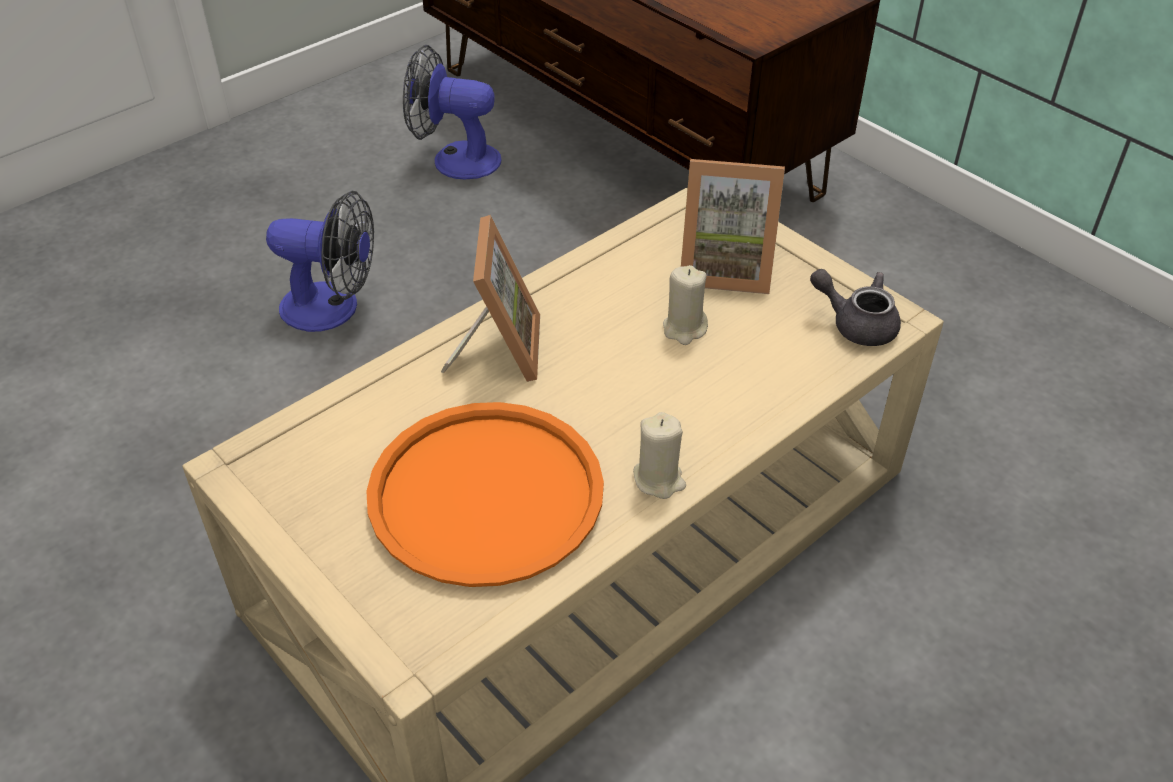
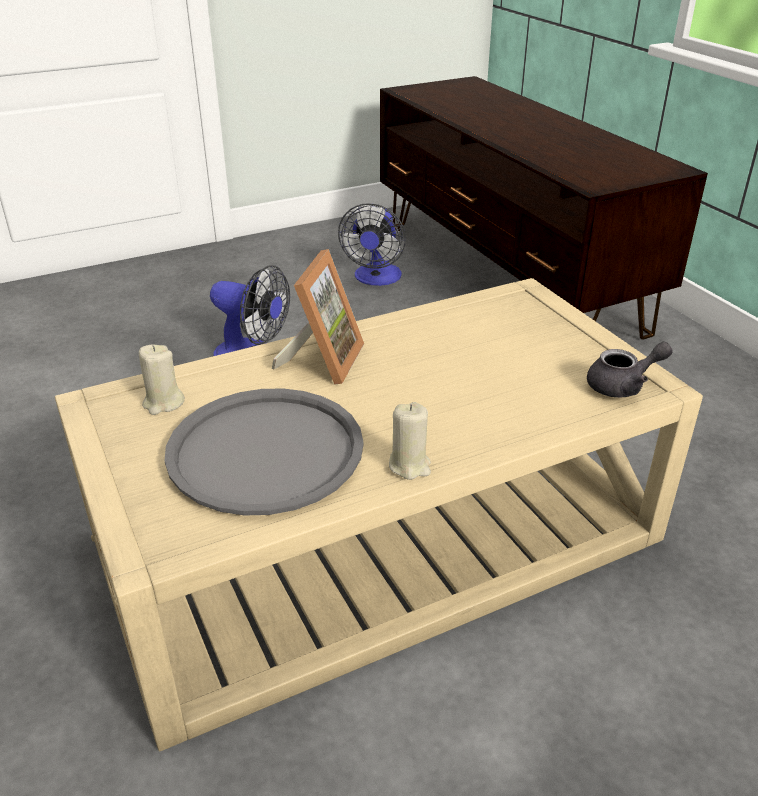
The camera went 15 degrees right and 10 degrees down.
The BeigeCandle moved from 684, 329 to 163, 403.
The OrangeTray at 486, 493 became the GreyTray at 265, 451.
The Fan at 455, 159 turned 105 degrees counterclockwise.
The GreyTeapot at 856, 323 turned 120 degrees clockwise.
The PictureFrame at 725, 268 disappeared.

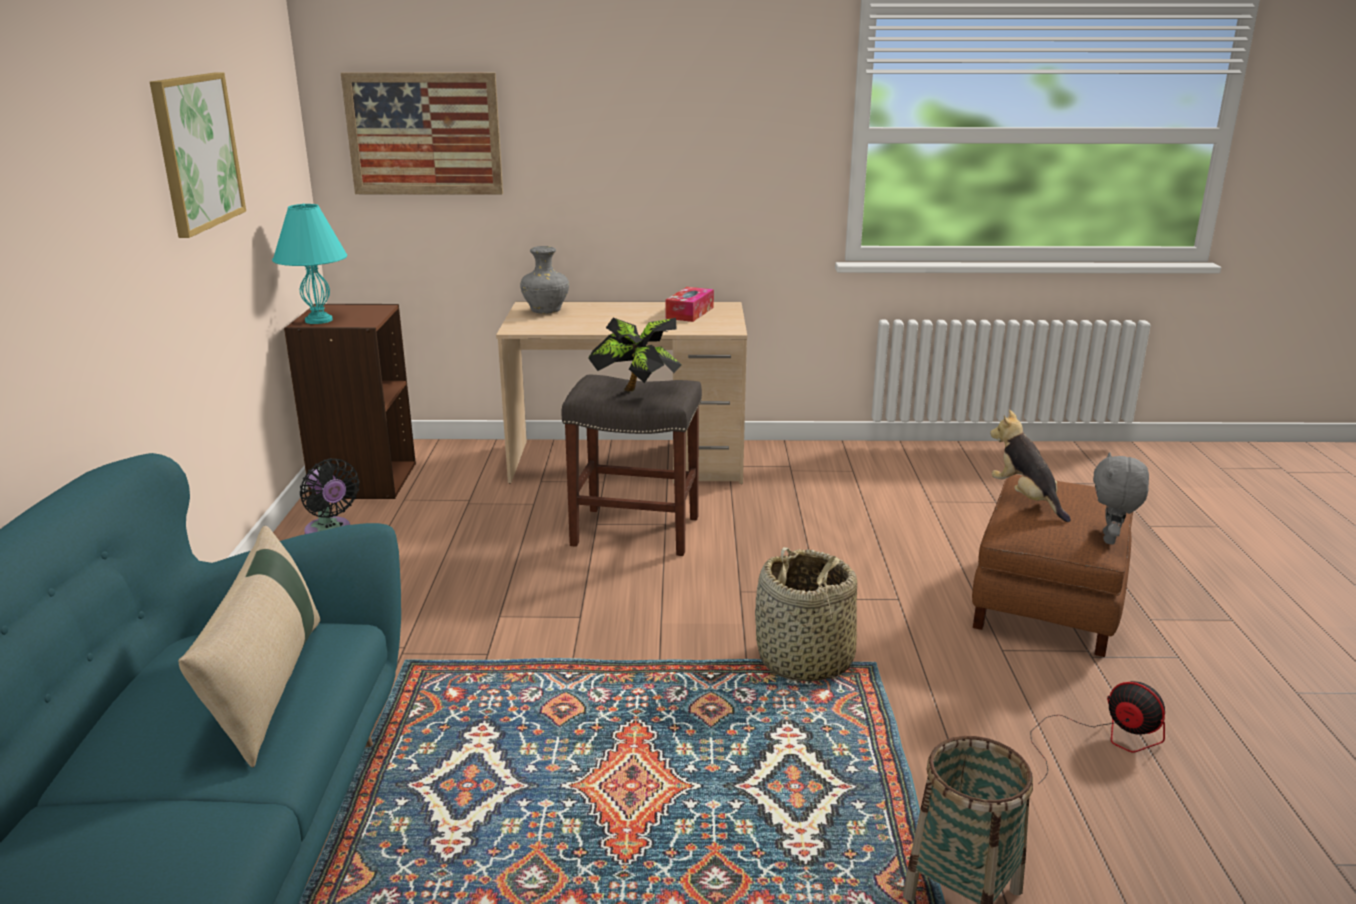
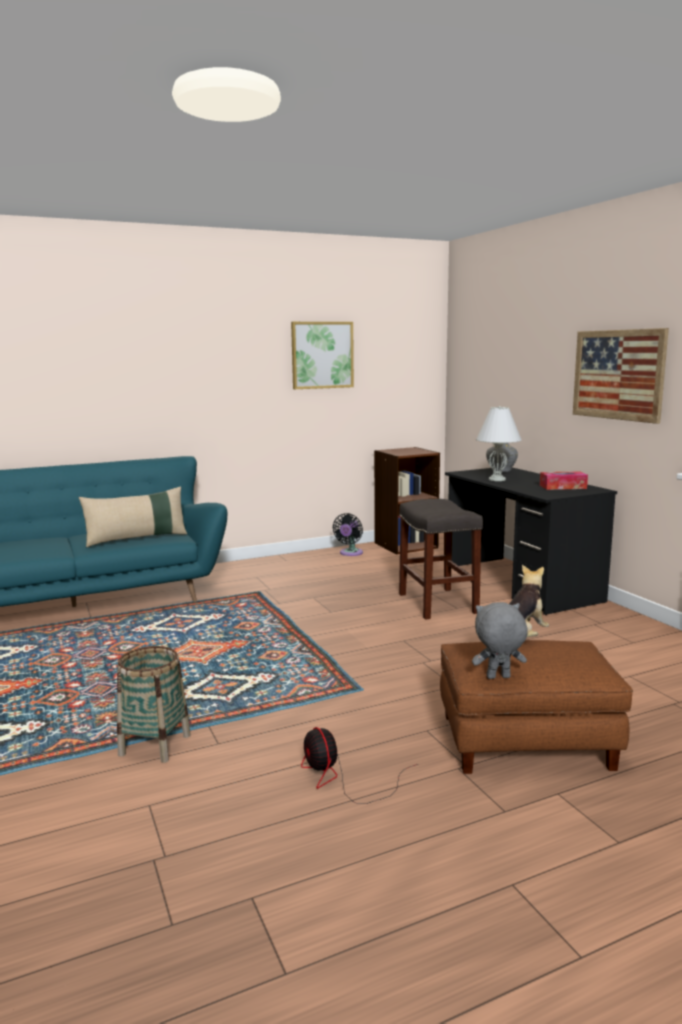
The camera went 65 degrees right and 10 degrees down.
The Fan at 1101, 740 turned 135 degrees clockwise.
The BeigeDesk at 628, 463 became the BlackDesk at 520, 584.
The WhiteTableLamp at 496, 479 appeared.
The Picture moved from 424, 134 to 618, 374.
The TurquoiseTableLamp at 319, 320 disappeared.
The PottedPlant at 637, 392 disappeared.
The Basket at 805, 660 disappeared.

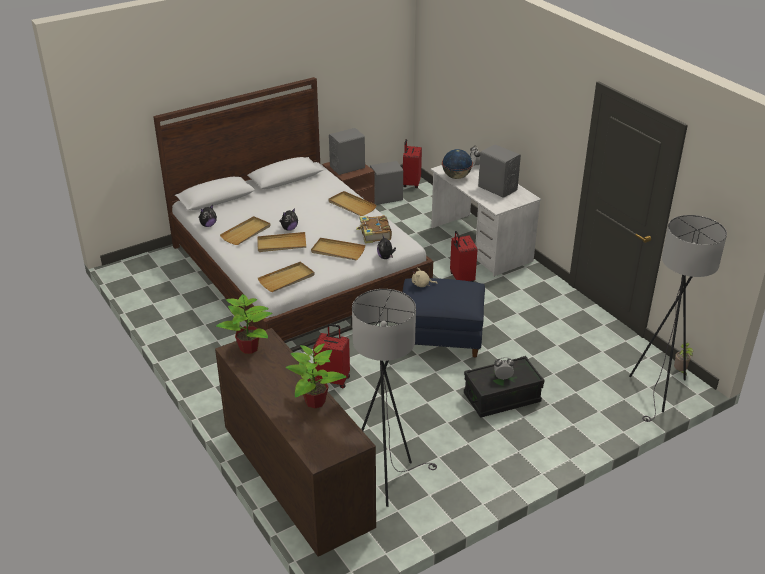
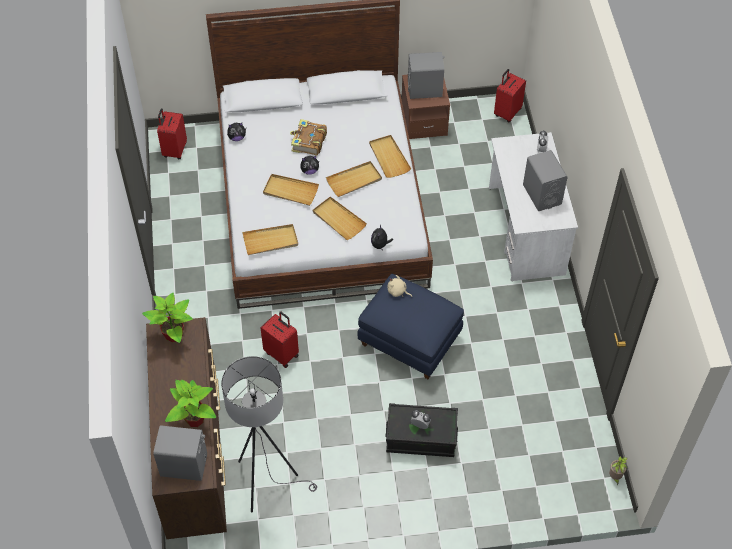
The camera went 25 degrees right and 20 degrees up.
The GreySpeaker moved from 386, 198 to 184, 465.
The RedSuitcase moved from 461, 278 to 174, 150.
The Book moved from 374, 234 to 308, 142.
The BeigeTray moved from 246, 232 to 354, 180.
The Globe at 456, 177 disappeared.
The GreyFloorLamp at 660, 392 disappeared.

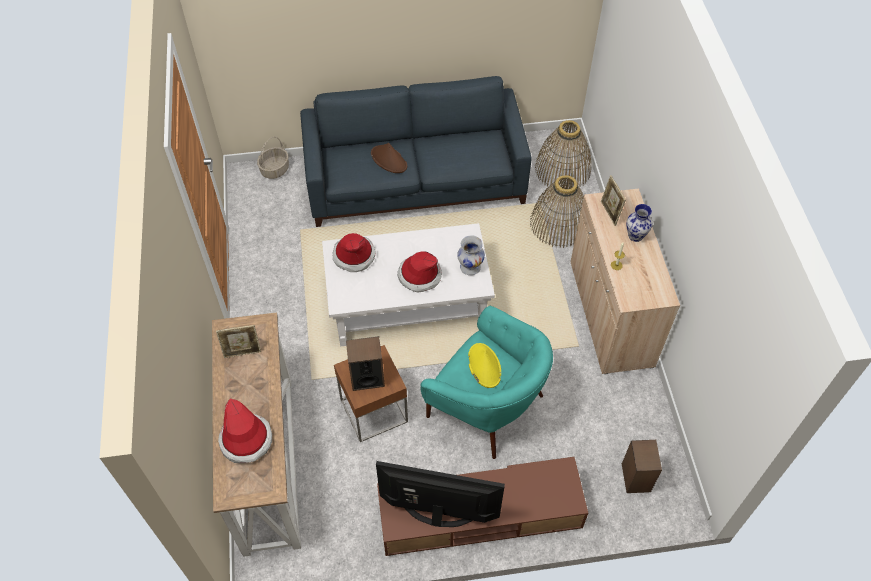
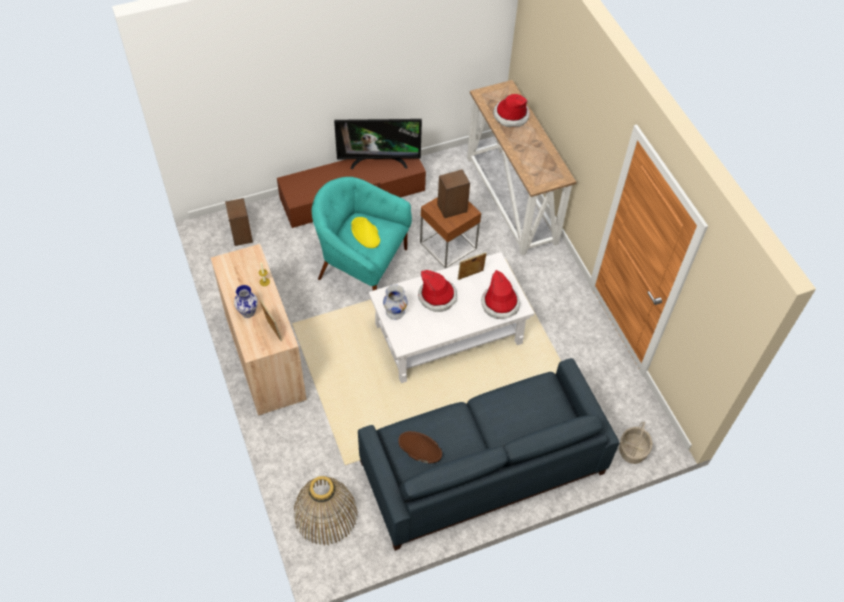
The camera went 165 degrees right and 0 degrees up.
The BrownHat moved from 389, 160 to 419, 447.
The PictureFrame moved from 243, 353 to 470, 276.
The Basket at 559, 224 disappeared.

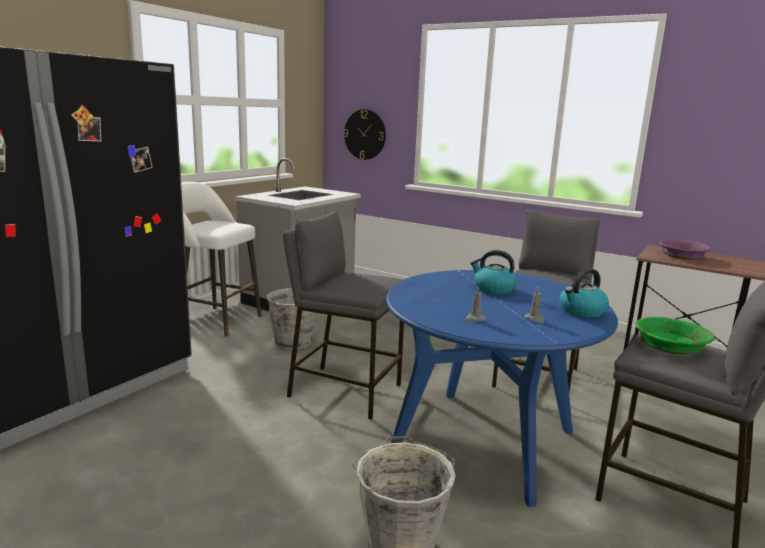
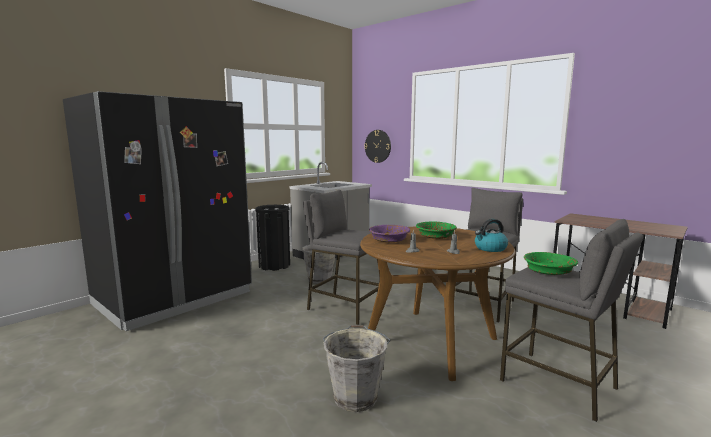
The camera went 10 degrees right and 5 degrees down.
The WhiteStool at 216, 320 was replaced by the BlackTrashCan at 274, 265.
The BlueDiningTable at 484, 441 became the BrownDiningTable at 431, 341.
The PurpleBowl moved from 681, 256 to 389, 240.
The Kettle at 493, 289 was replaced by the GreenBowl at 435, 236.

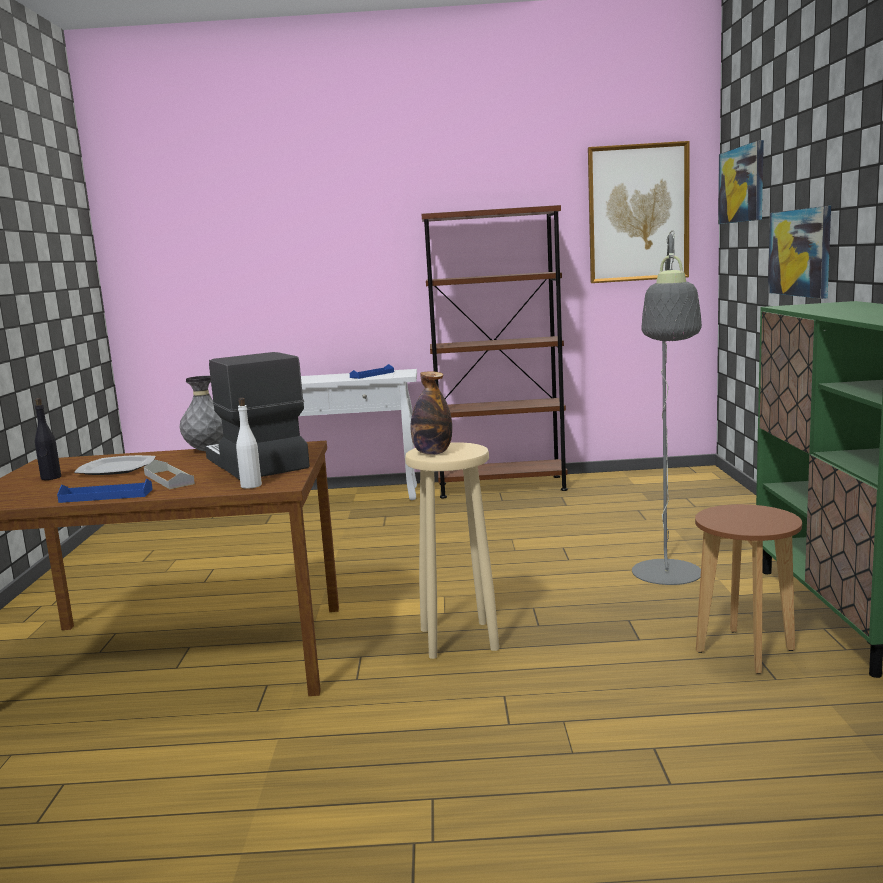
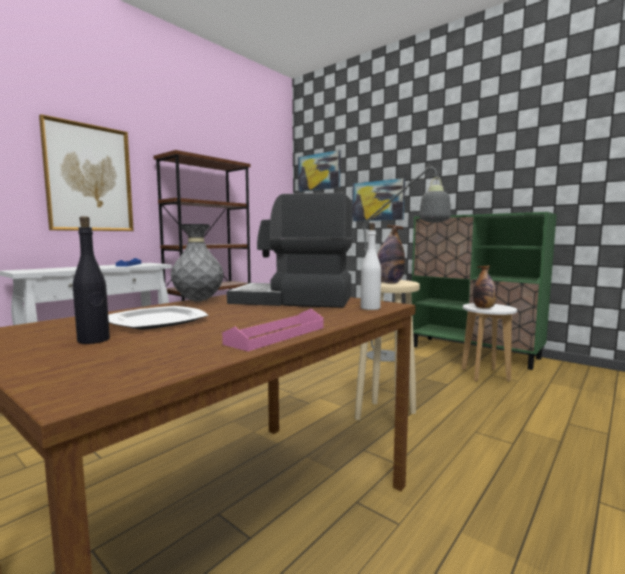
The camera went 50 degrees left and 5 degrees down.
The Picture moved from 638, 213 to 89, 178.
The BlueTray at 106, 496 became the PinkTray at 277, 335.
The BrownStool at 745, 650 became the WhiteStool at 484, 375.
The Bottle at 484, 308 appeared.
The GreyTray at 169, 479 disappeared.

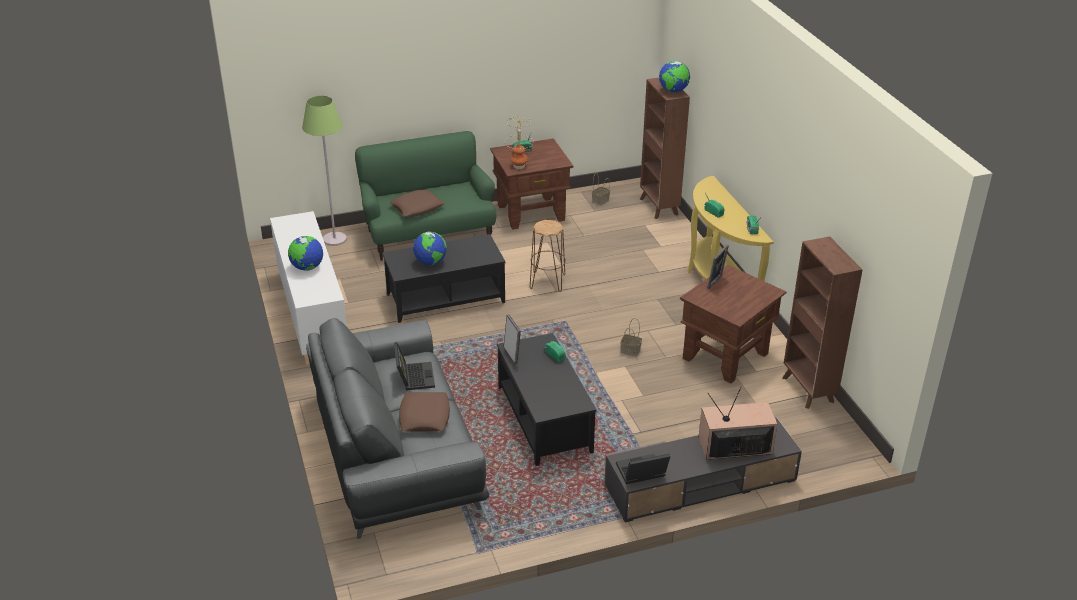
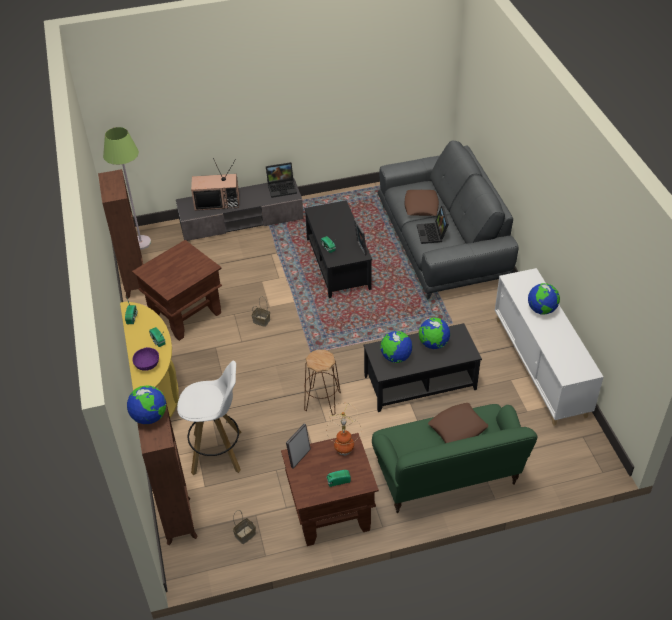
The camera went 175 degrees left and 10 degrees up.
The GreenFloorLamp moved from 335, 239 to 141, 243.
The PurpleBowl at 147, 364 appeared.
The WhiteStool at 218, 452 appeared.
The PictureFrame moved from 716, 282 to 299, 457.
The Globe at 395, 357 appeared.

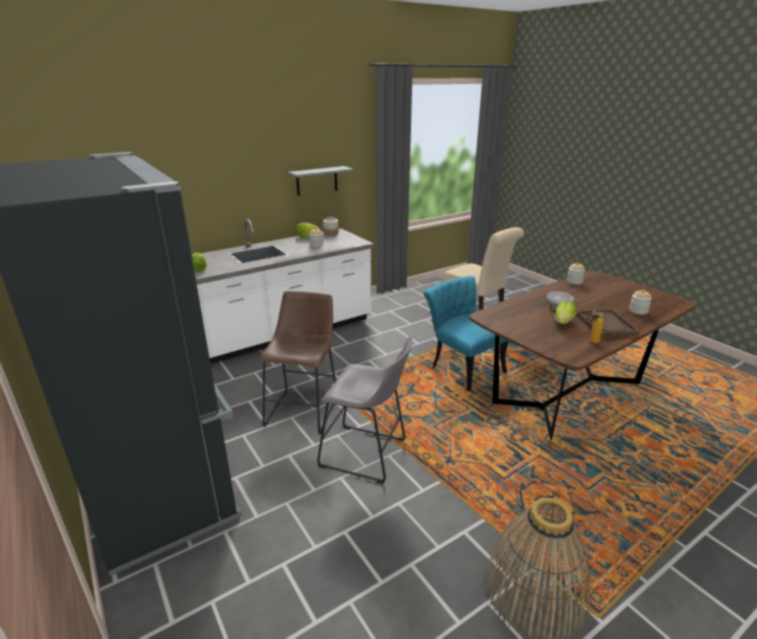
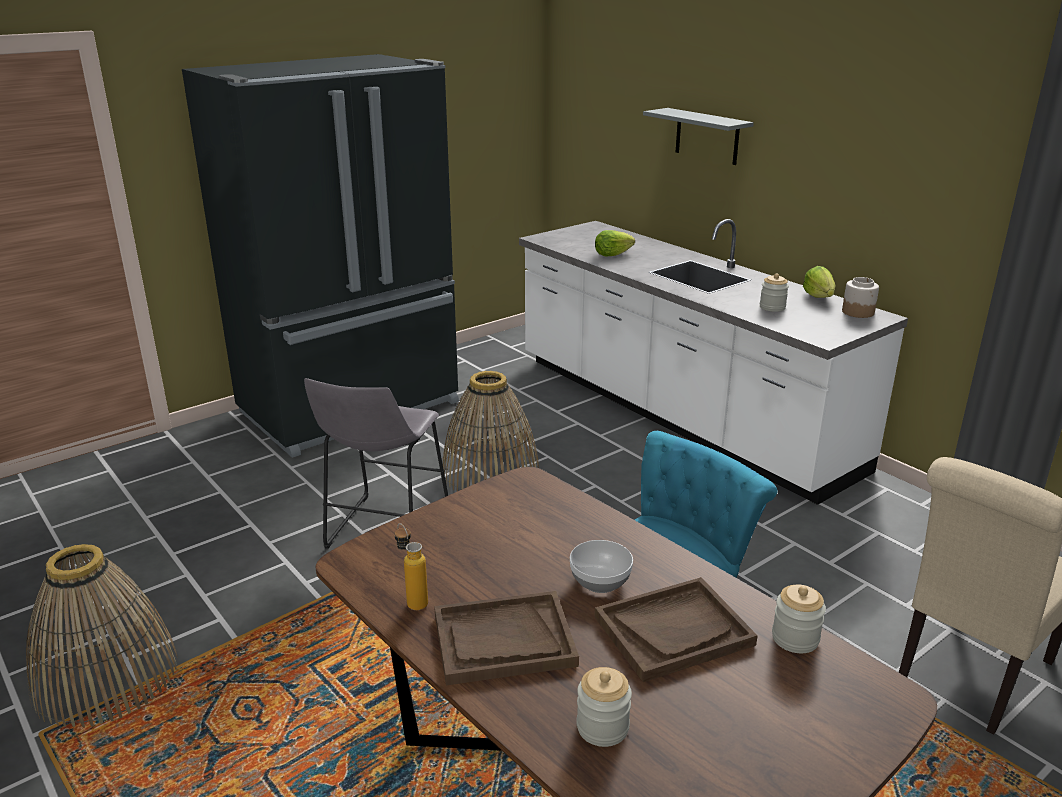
The camera went 85 degrees right and 0 degrees up.
The BrownStool at 304, 409 was replaced by the Basket at 490, 472.
The BrownTray at 673, 631 appeared.
The GreyShelf moved from 317, 181 to 707, 136.
The Lettuce at 563, 322 disappeared.

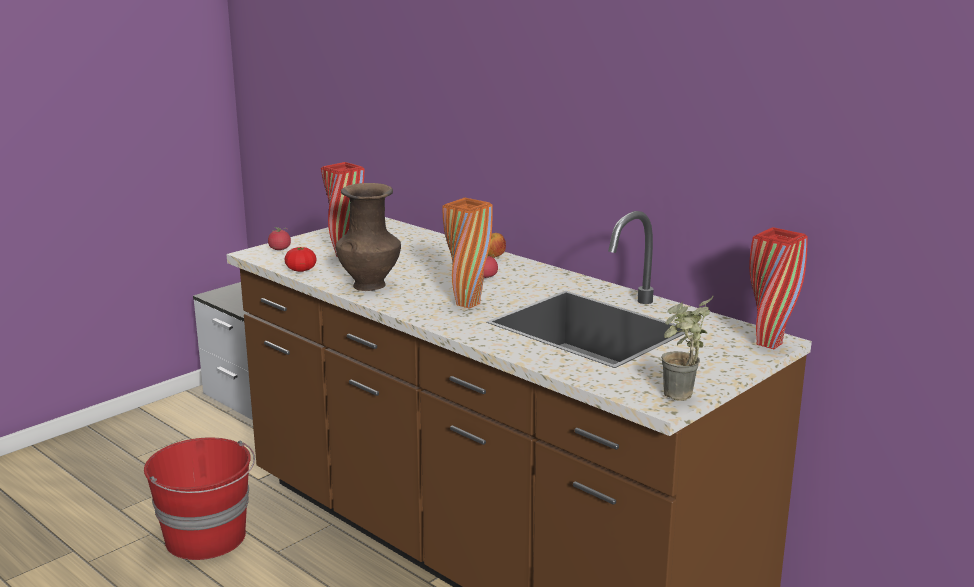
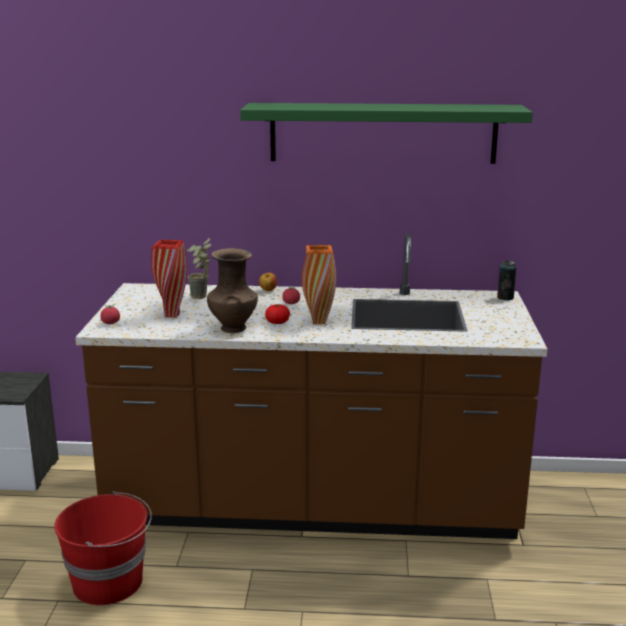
The camera went 40 degrees left and 0 degrees up.
The PottedPlant moved from 679, 399 to 201, 298.
The GreenShelf at 383, 133 appeared.
The Tomato moved from 301, 270 to 277, 322.
The RedVase at 769, 344 was replaced by the Can at 505, 297.

